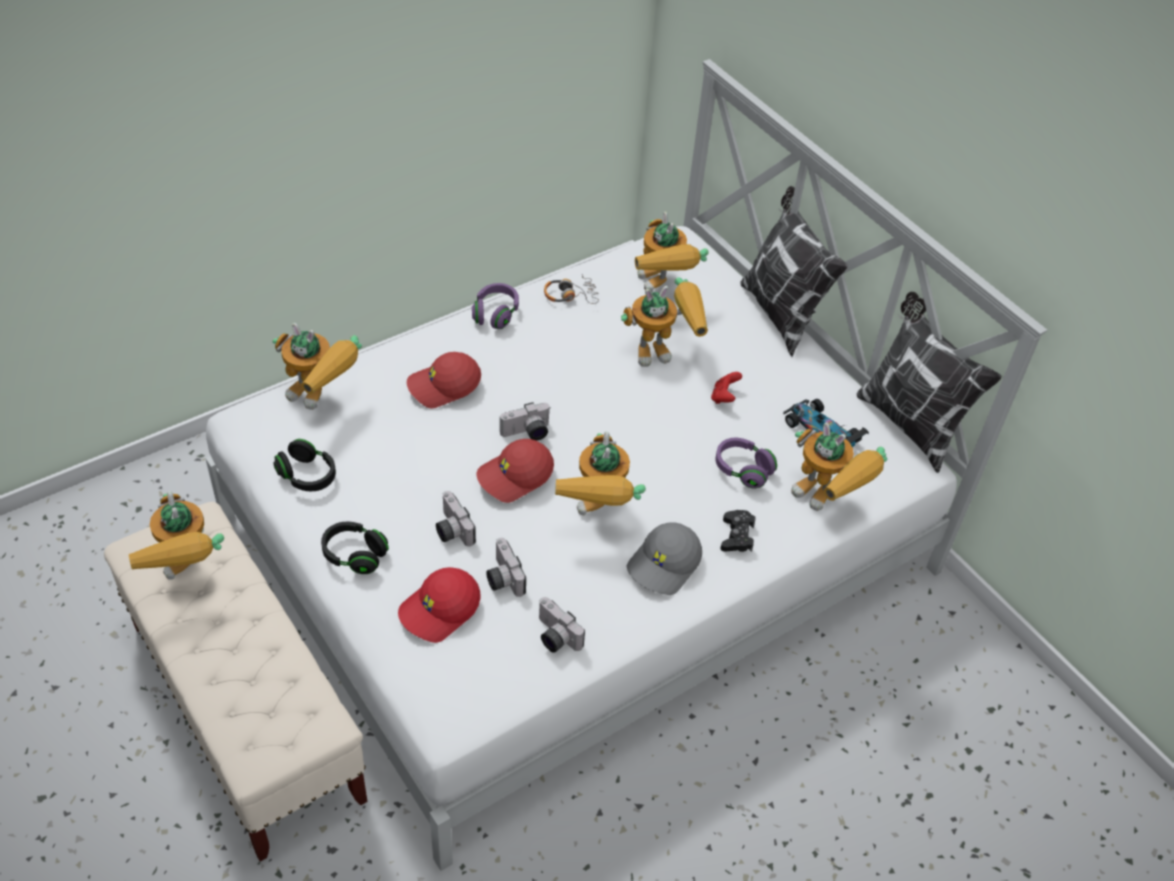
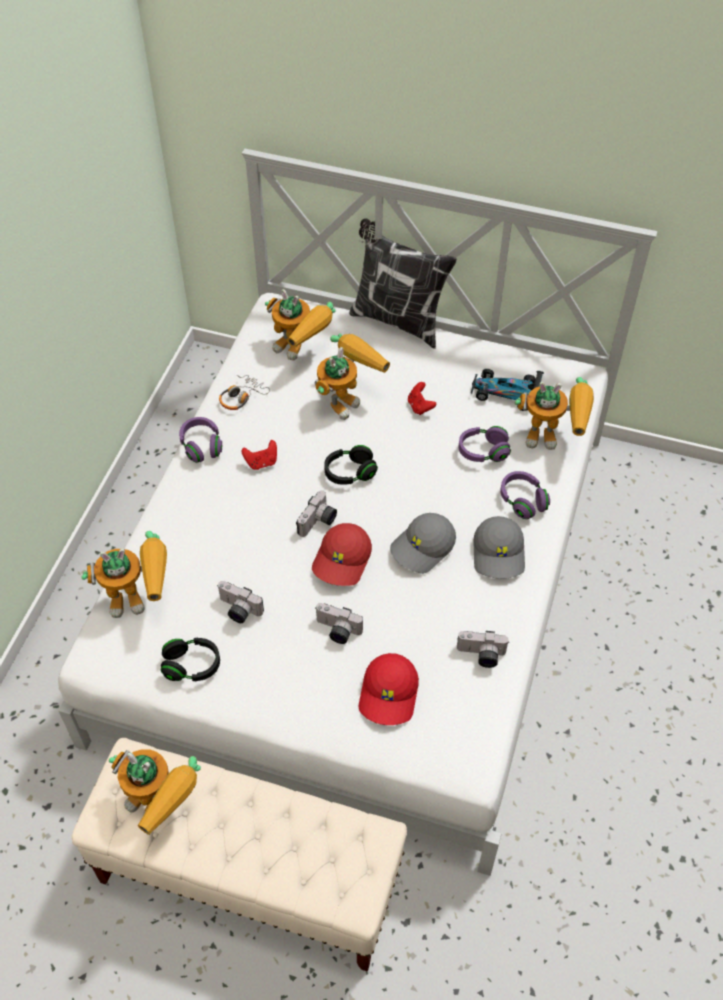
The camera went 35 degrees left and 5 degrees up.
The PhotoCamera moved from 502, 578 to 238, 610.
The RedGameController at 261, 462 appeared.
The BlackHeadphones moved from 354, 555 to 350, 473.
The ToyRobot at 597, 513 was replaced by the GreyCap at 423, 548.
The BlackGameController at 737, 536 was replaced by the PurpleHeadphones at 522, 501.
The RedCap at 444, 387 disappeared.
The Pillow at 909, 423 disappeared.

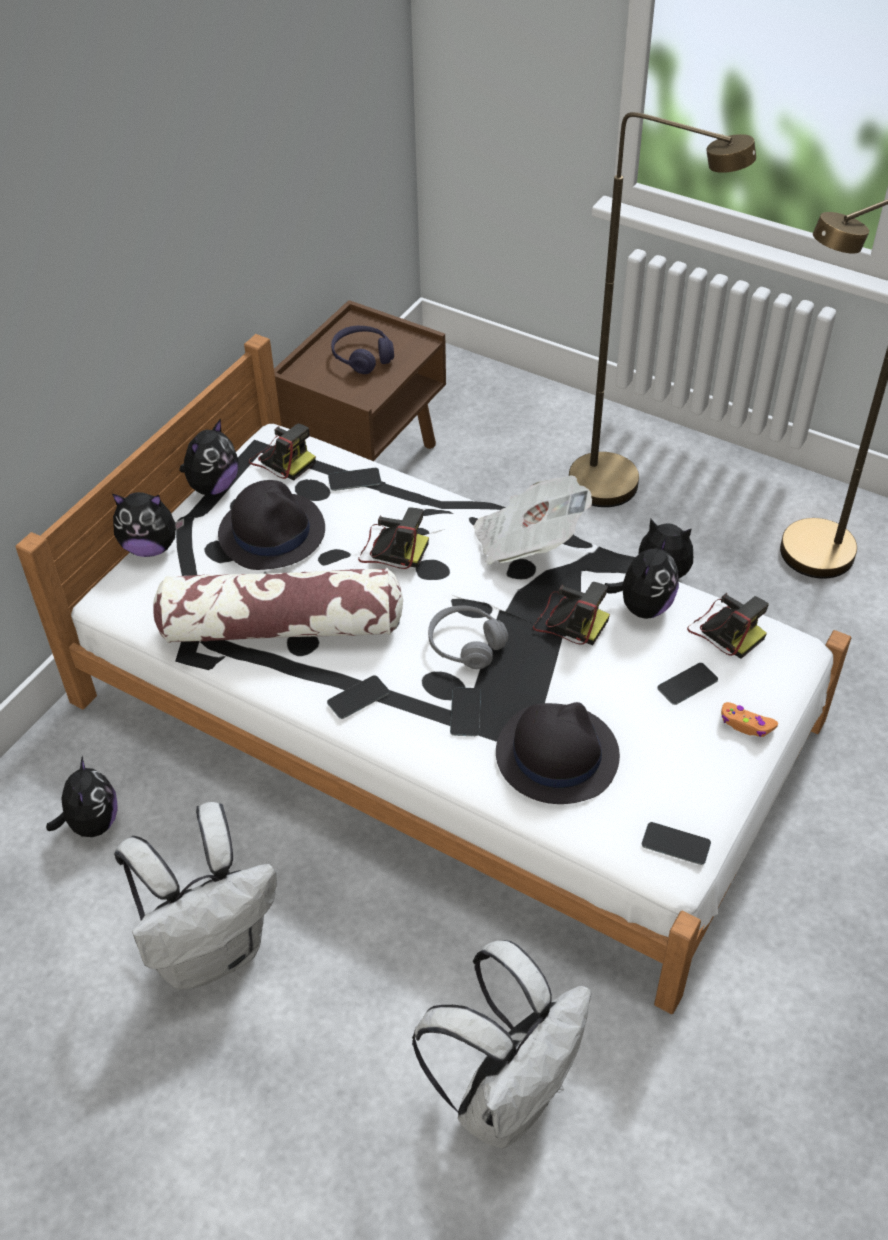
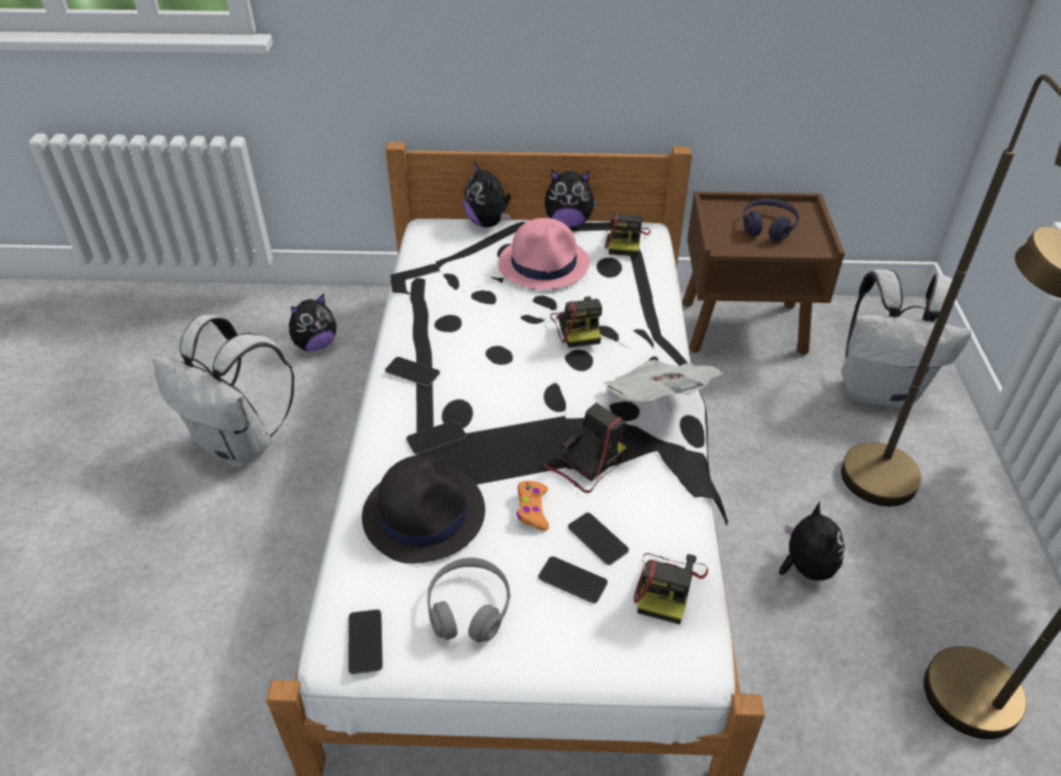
The camera went 60 degrees right and 5 degrees down.
The GreyHeadphones moved from 466, 645 to 469, 608.
The BlackHat at 272, 532 became the PinkHat at 544, 264.
The OrangeGameController moved from 746, 724 to 532, 509.
The PhotoCamera at 569, 621 turned 135 degrees counterclockwise.
The Phone moved from 354, 480 to 597, 539.
The WhiteBackpack moved from 507, 1094 to 879, 390.
The Pillow at 281, 627 disappeared.
The PlushToy at 643, 606 disappeared.

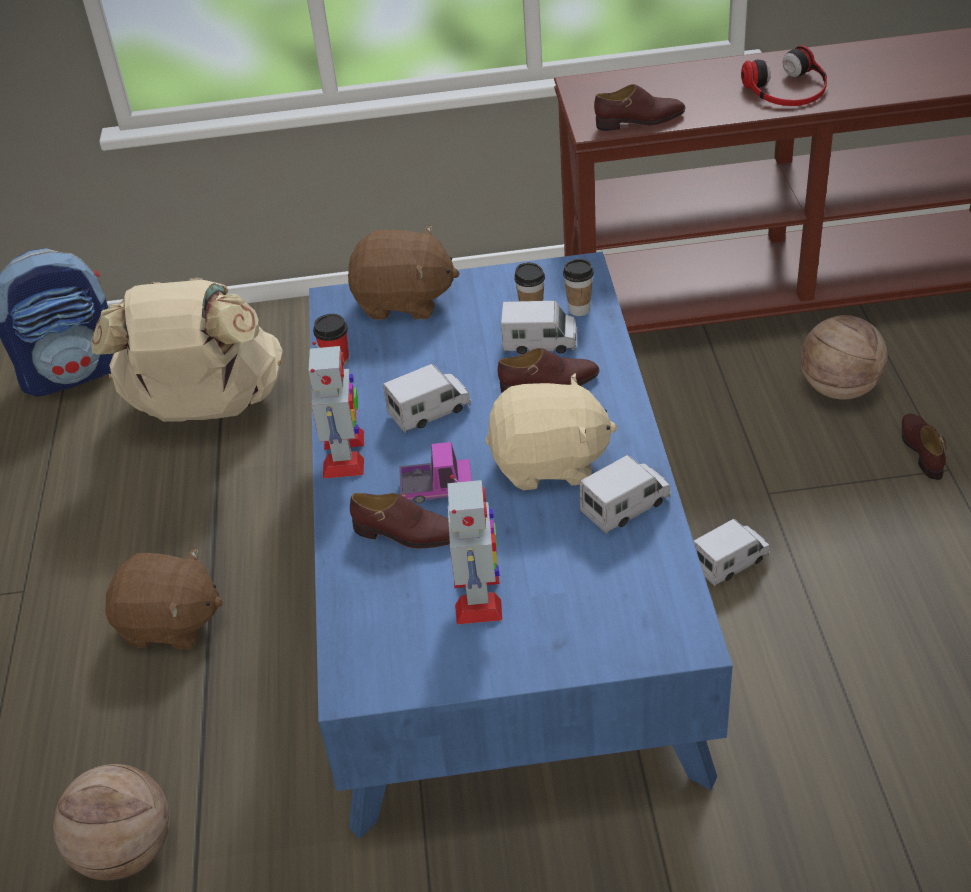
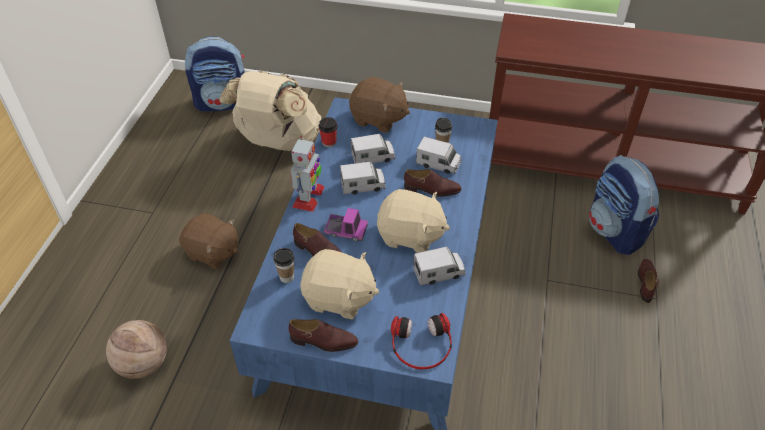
The camera went 15 degrees right and 5 degrees up.
The Cup moved from 579, 309 to 286, 277.
The BrownShoe moved from 640, 121 to 324, 341.
The ToyRobot at 478, 595 was replaced by the BeigePlushToy at 339, 298.
The ToyTruck moved from 731, 562 to 373, 158.
The Headphones moved from 787, 89 to 421, 345.
The Basketball at 839, 389 was replaced by the Backpack at 615, 231.

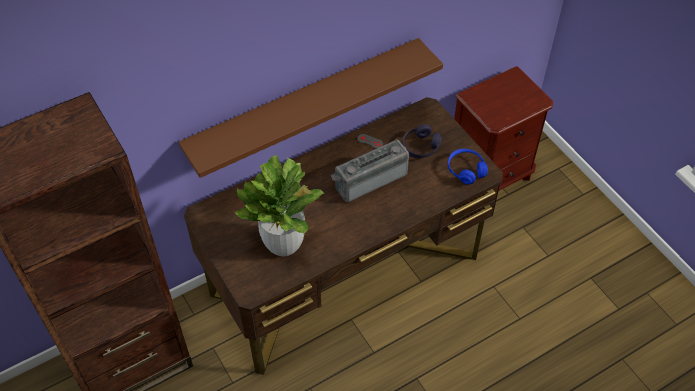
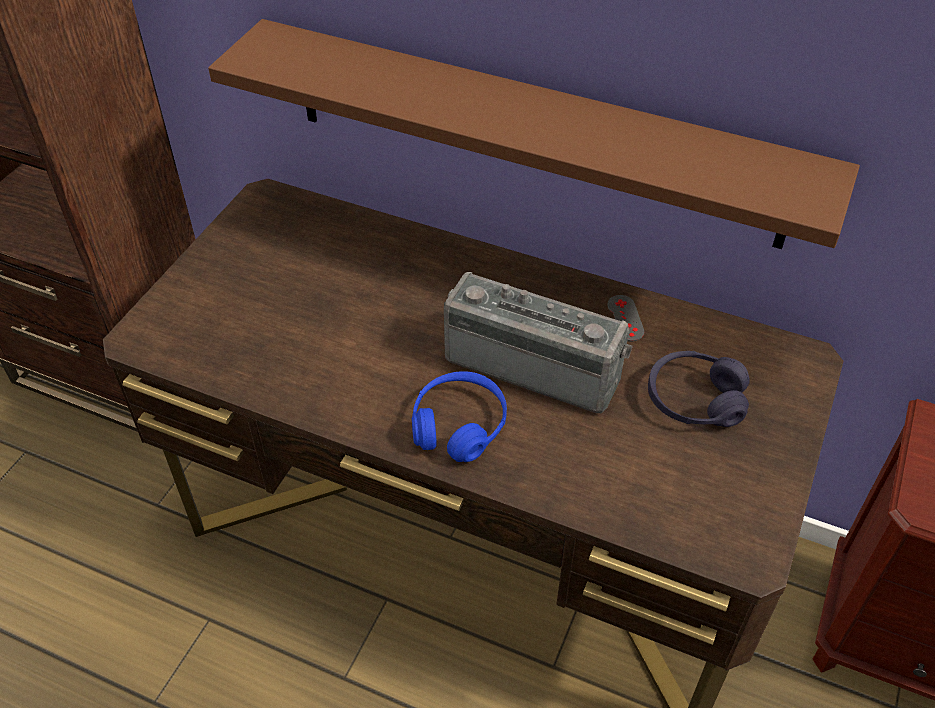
The camera went 55 degrees right and 5 degrees down.
The BlueHeadphones moved from 466, 170 to 459, 426.
The PottedPlant at 284, 244 disappeared.

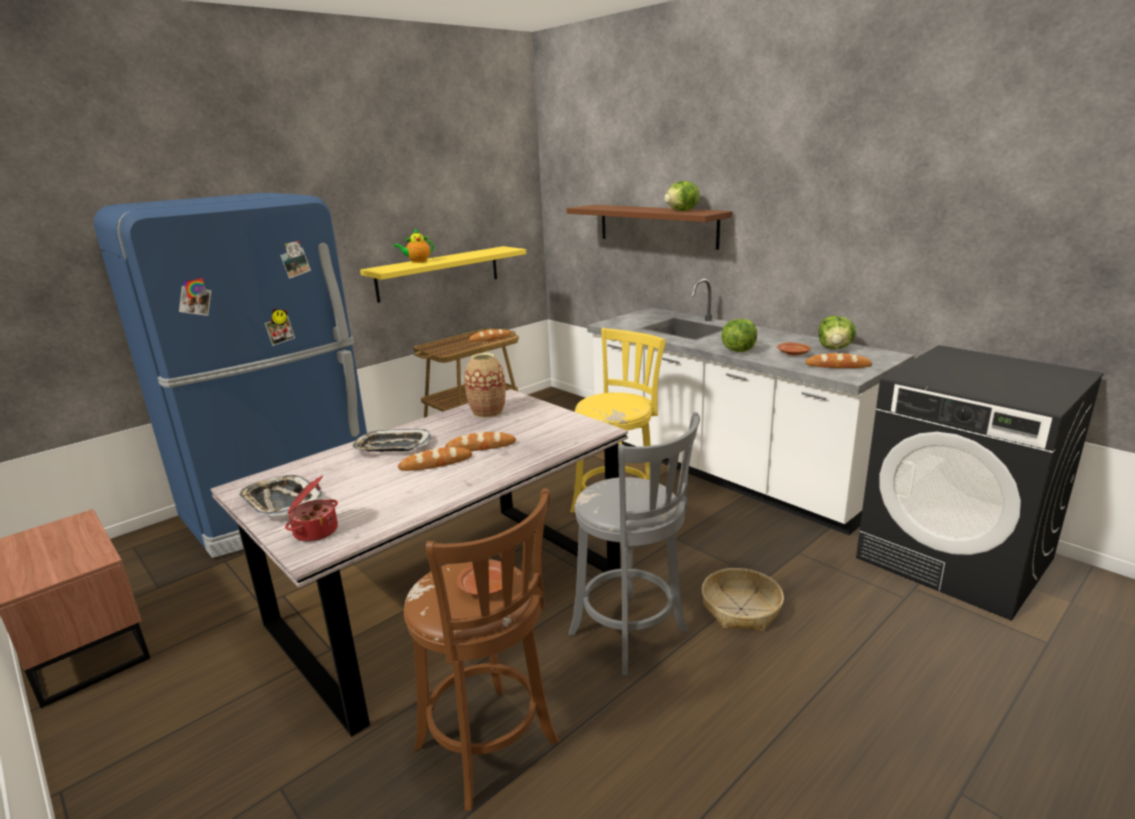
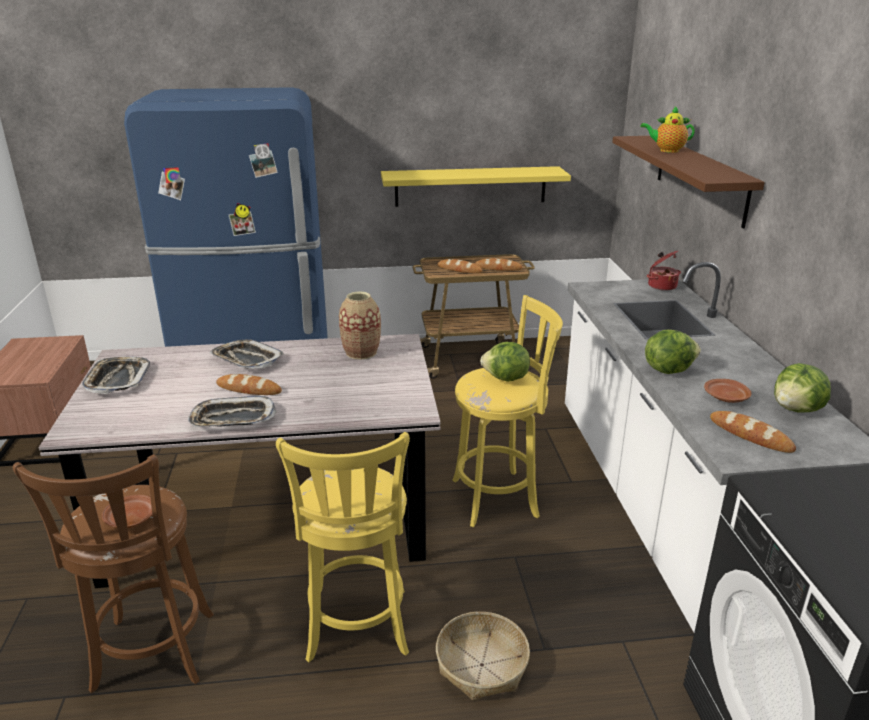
The camera went 35 degrees right and 5 degrees up.
The Tray at 232, 419 appeared.
The GreyStool at 632, 635 became the YellowStool at 357, 629.
The Bread moved from 481, 446 to 459, 269.
The Lettuce moved from 682, 211 to 506, 379.
The Teapot moved from 417, 262 to 667, 150.
The CookingPot moved from 315, 531 to 661, 286.

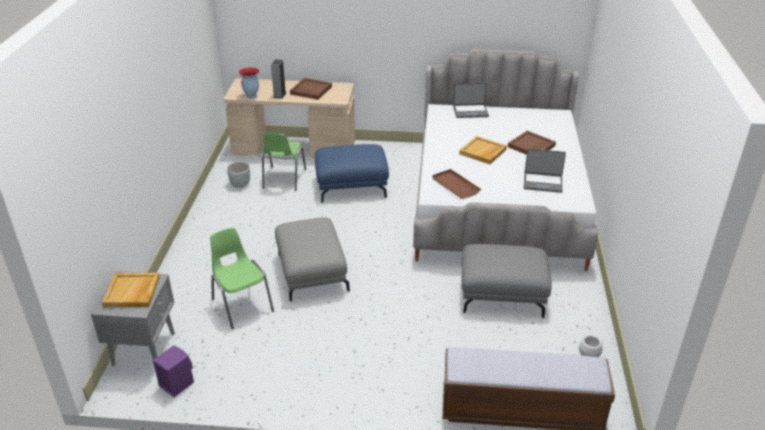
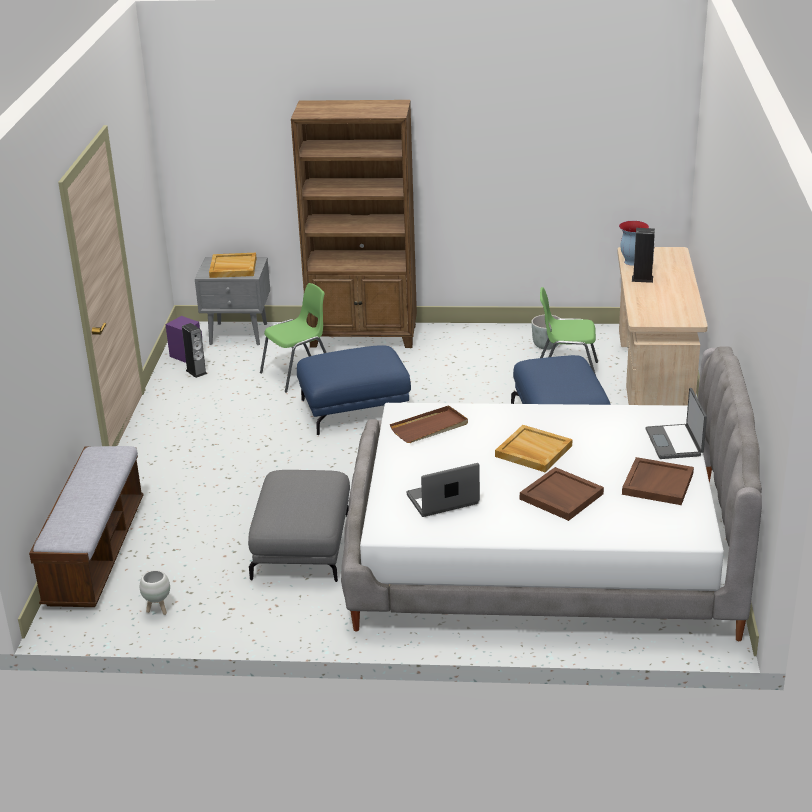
The camera went 90 degrees right and 5 degrees down.
The Speaker at 196, 372 appeared.
The BrownBookcase at 364, 336 appeared.
The GreyOttoman at 311, 273 became the BlueOttoman at 355, 409.
The Laptop at 542, 183 turned 60 degrees clockwise.
The BrownTray moved from 310, 90 to 657, 483.

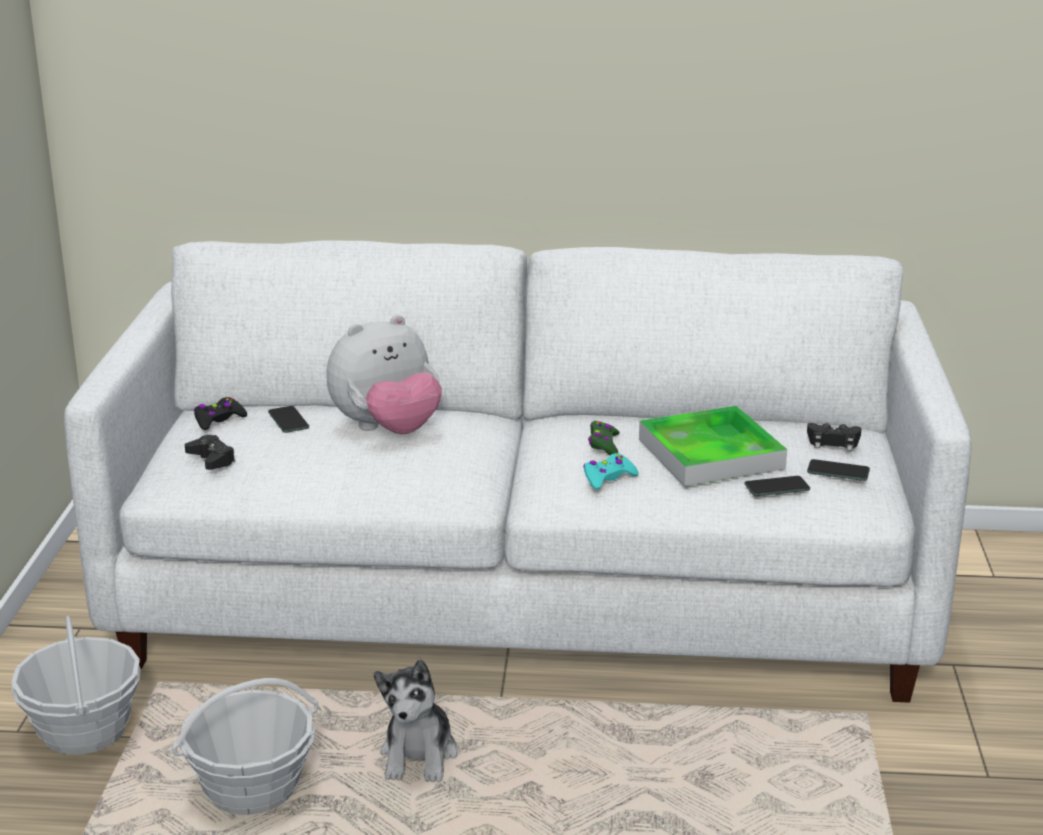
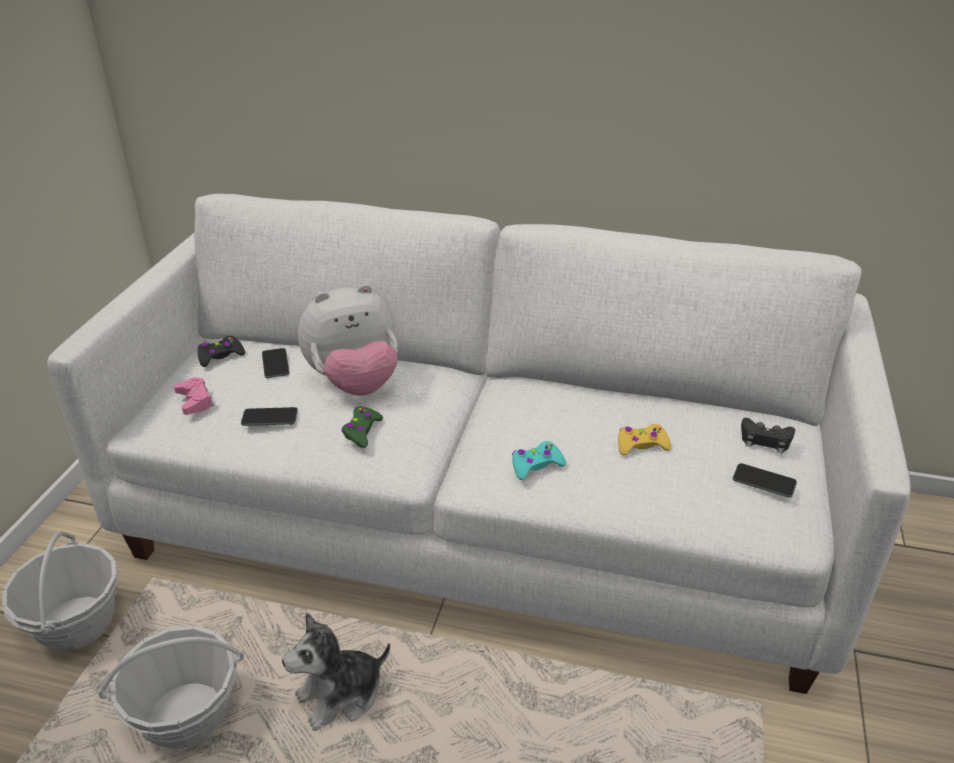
The camera went 10 degrees right and 10 degrees up.
The BlackGameController at 211, 459 became the PinkGameController at 195, 401.
The Phone moved from 777, 487 to 269, 417.
The PlushToy at 419, 756 turned 45 degrees clockwise.
The GreenGameController moved from 603, 444 to 362, 431.
The Tray at 710, 454 was replaced by the YellowGameController at 641, 445.

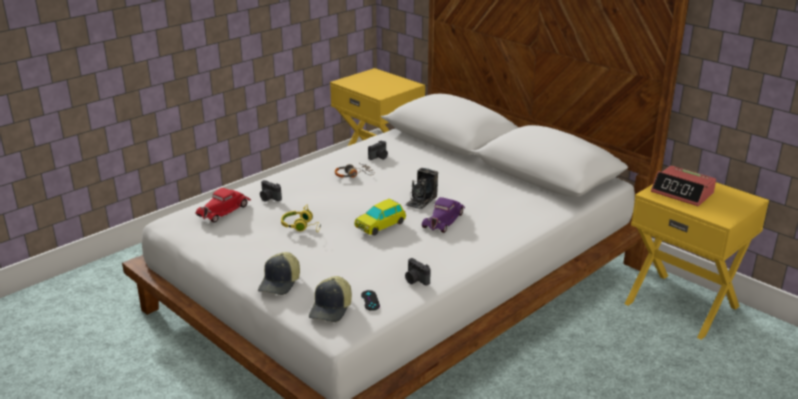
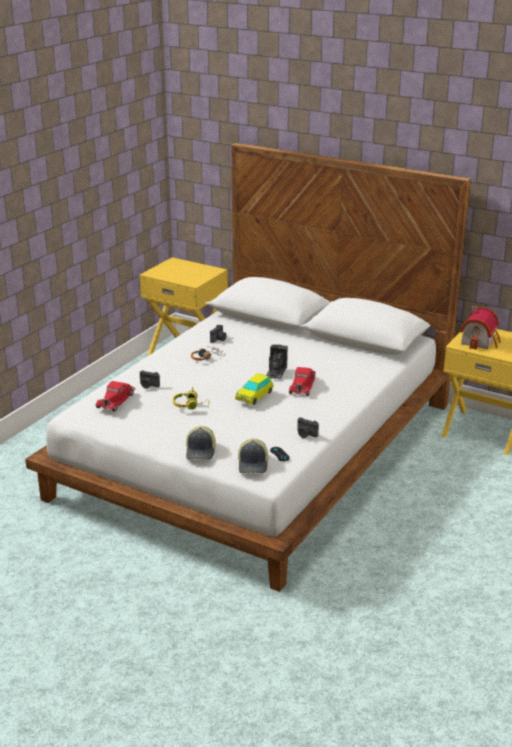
The camera went 15 degrees left and 0 degrees up.
The PurpleToyCar at 443, 220 became the RedToyCar at 302, 385.
The AlarmClock at 682, 193 was replaced by the ToyHouse at 480, 341.

